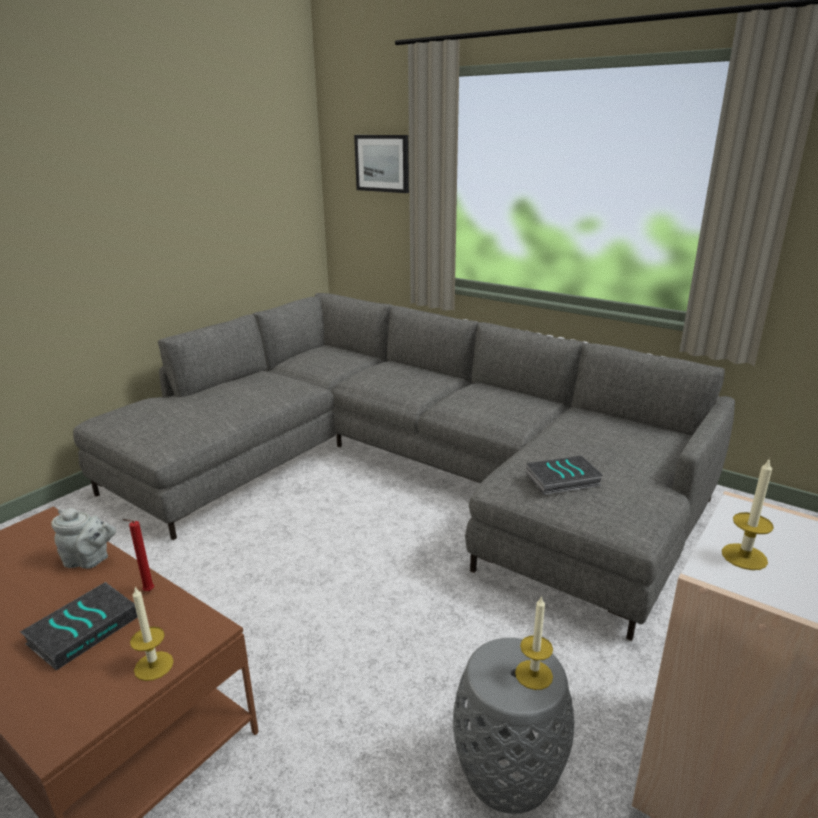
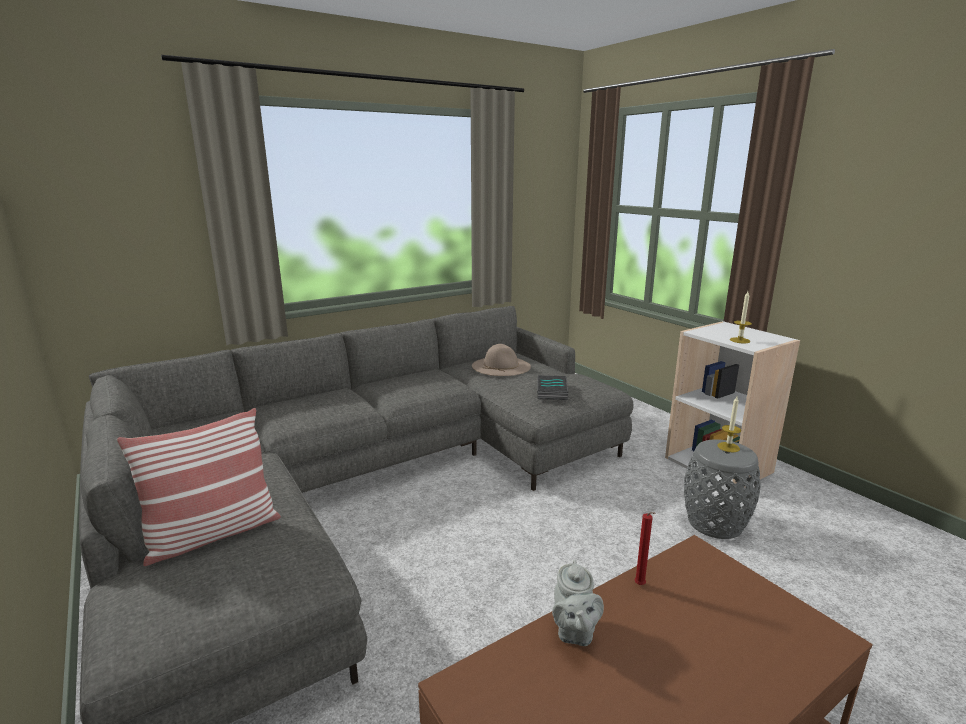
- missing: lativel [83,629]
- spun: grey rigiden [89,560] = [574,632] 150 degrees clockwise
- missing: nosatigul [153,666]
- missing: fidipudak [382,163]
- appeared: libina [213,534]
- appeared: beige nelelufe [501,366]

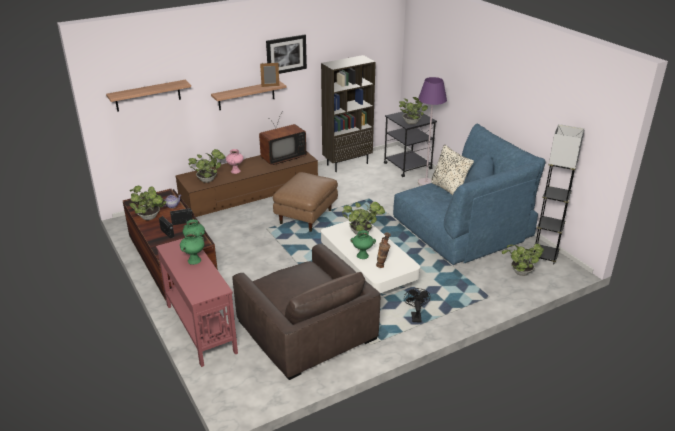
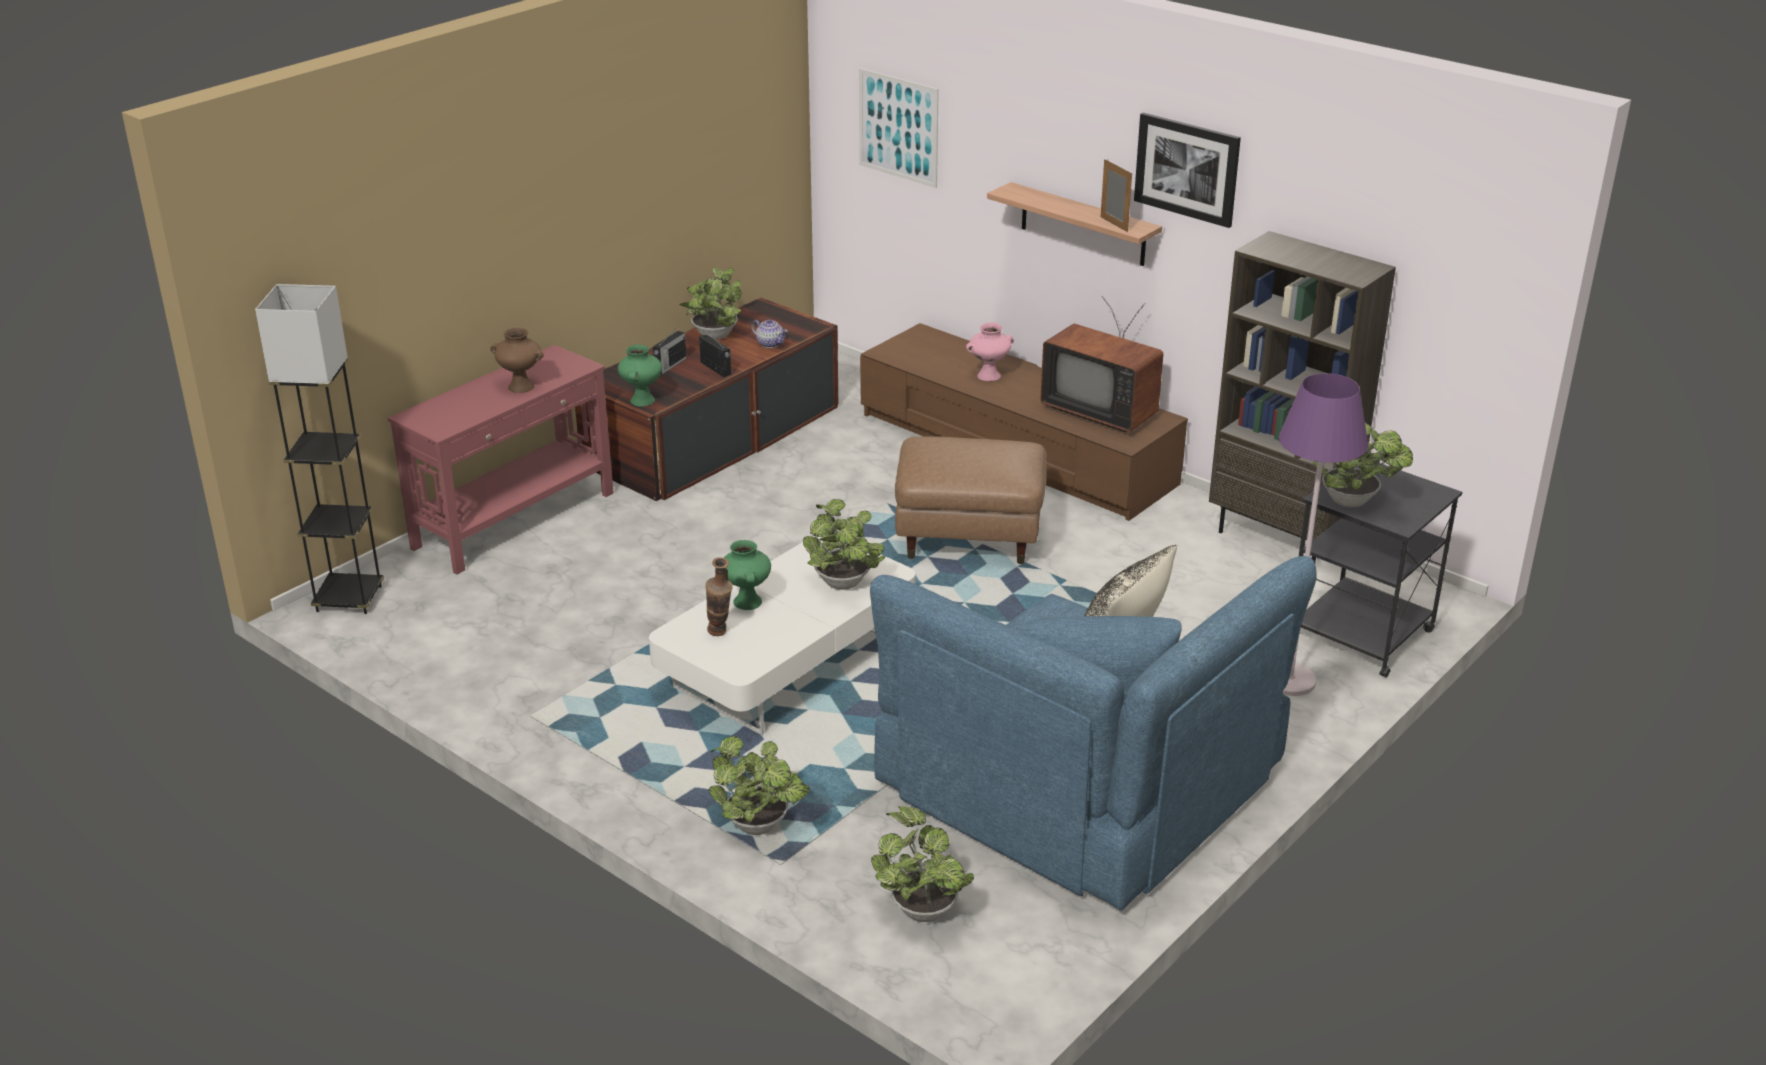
- exchanged: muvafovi [148,95] to fidipudak [898,127]
- colour: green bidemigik [194,260] to brown bidemigik [522,387]
- relocated: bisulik [208,180] to [761,827]
- missing: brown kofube [306,329]
- missing: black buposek [415,316]
- relocated: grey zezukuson [544,256] to [349,599]

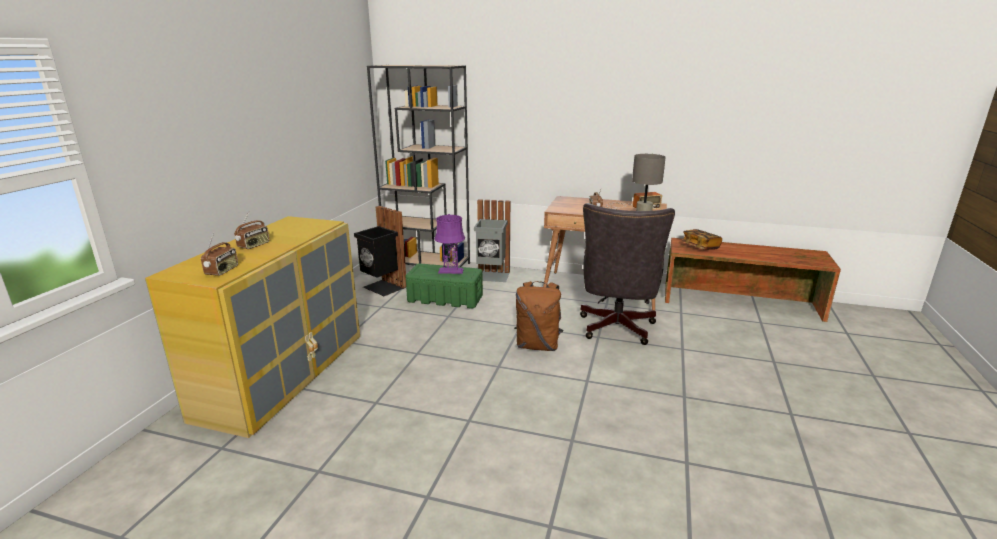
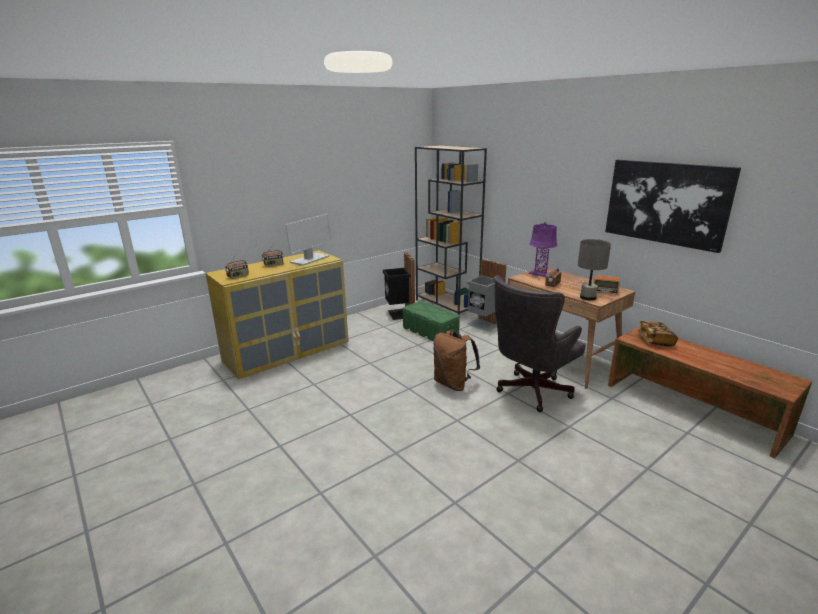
- relocated: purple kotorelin [450,271] to [540,274]
- appeared: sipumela [310,259]
- appeared: fidipudak [666,203]

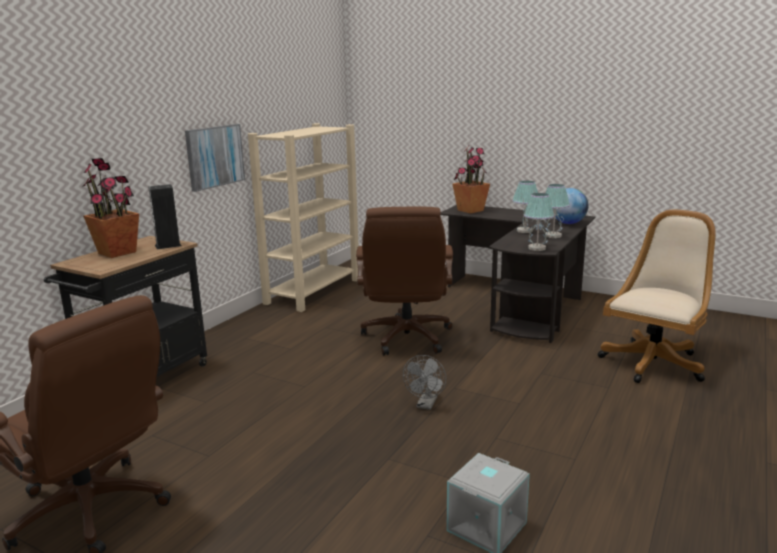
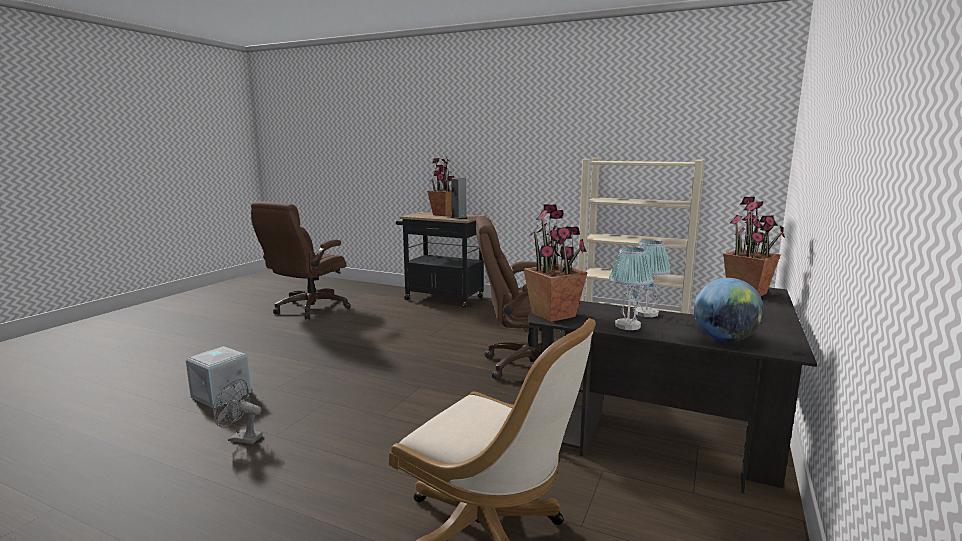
- missing: fidipudak [215,156]
- relocated: grey buposek [426,405] to [240,438]
- exchanged: kotorelin [536,248] to bisulik [554,315]

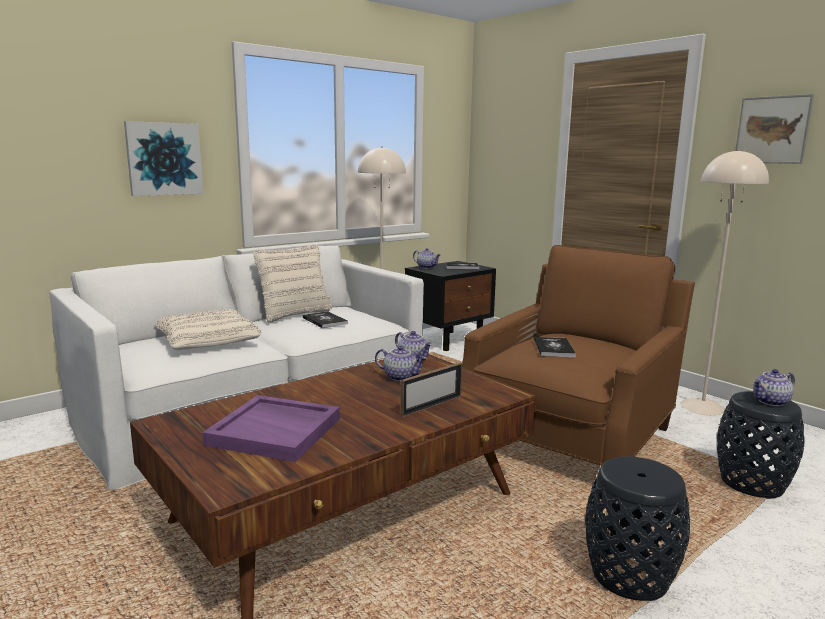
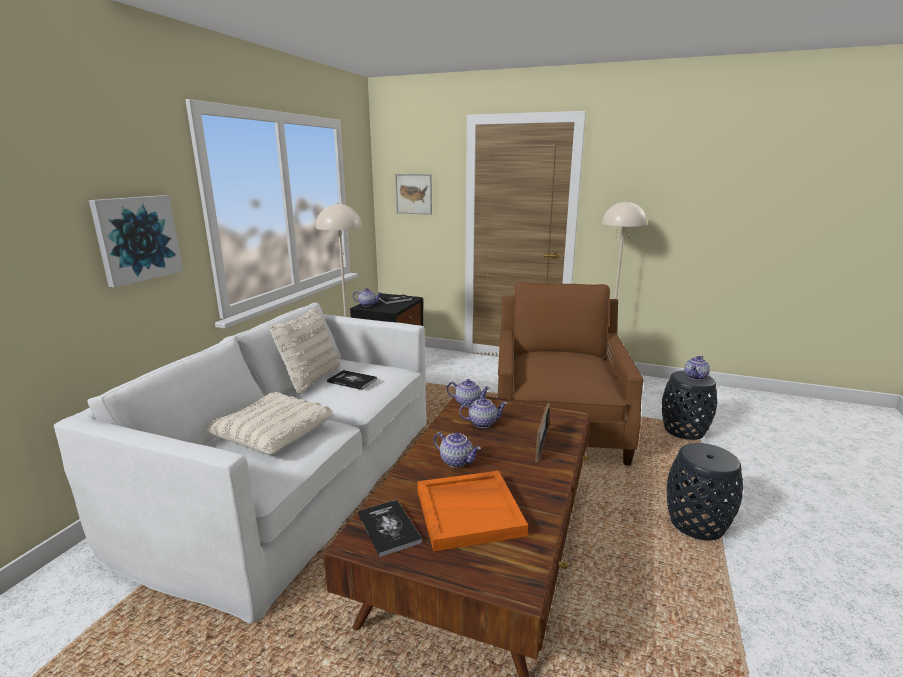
- colour: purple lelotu [276,431] to orange lelotu [469,511]
- relocated: lativel [553,348] to [388,528]
- relocated: fidipudak [772,130] to [414,194]
- appeared: rigiden [457,461]

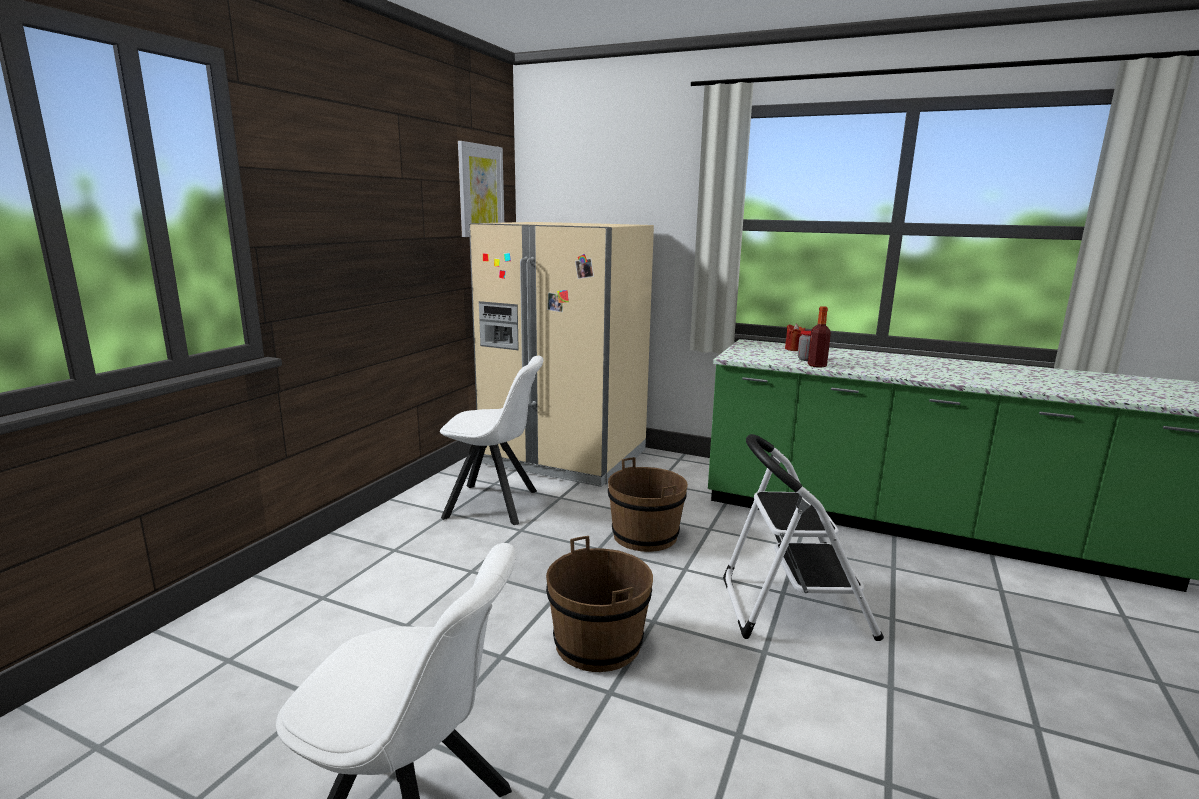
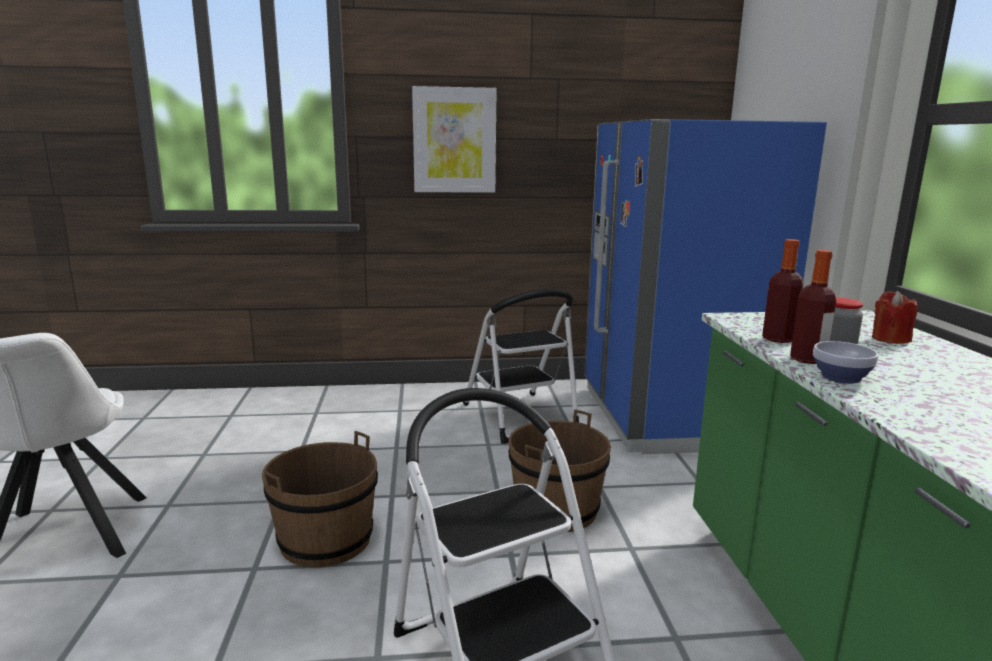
- exchanged: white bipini [494,504] to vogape [520,418]
- relocated: fidipudak [480,191] to [454,140]
- colour: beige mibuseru [565,457] to blue mibuseru [670,416]
- appeared: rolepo [778,339]
- appeared: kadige [842,378]

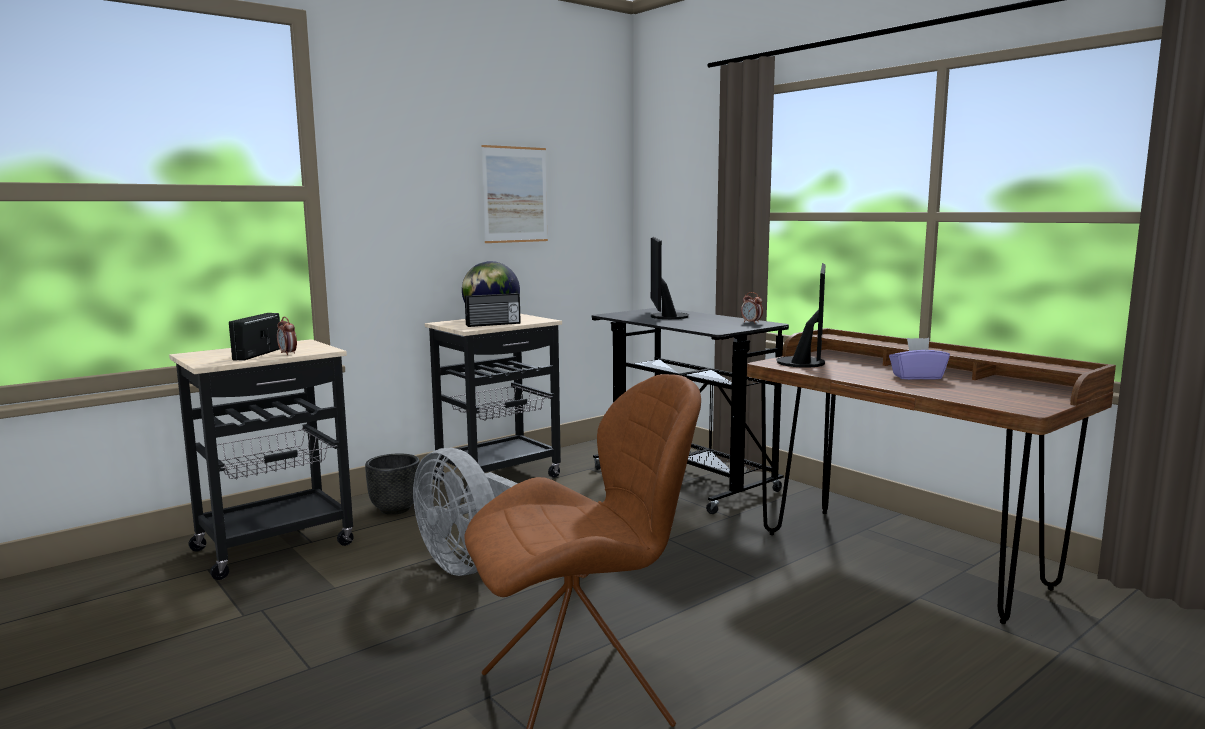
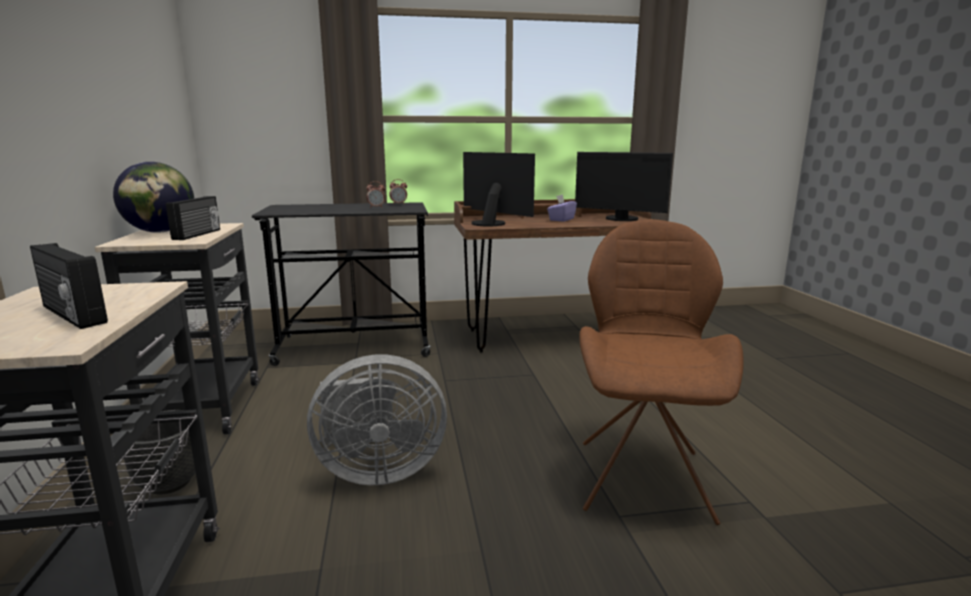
- relocated: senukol [288,353] to [376,207]
- missing: fidipudak [515,194]
- relocated: sipumela [664,316] to [620,219]

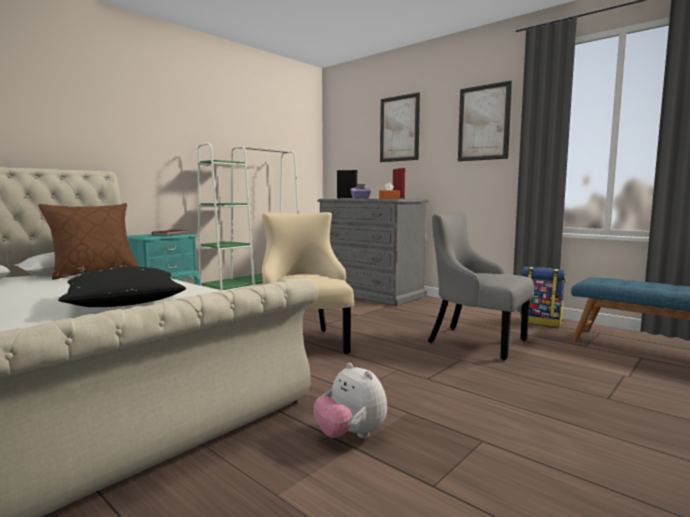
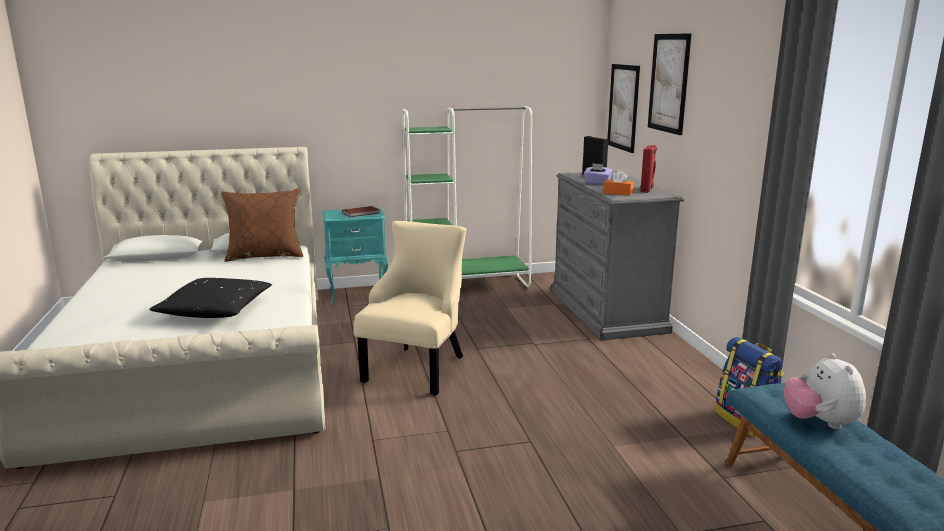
- relocated: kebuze [350,435] to [820,422]
- missing: grey bipini [478,342]
- relocated: fidipudak [483,123] to [623,107]

